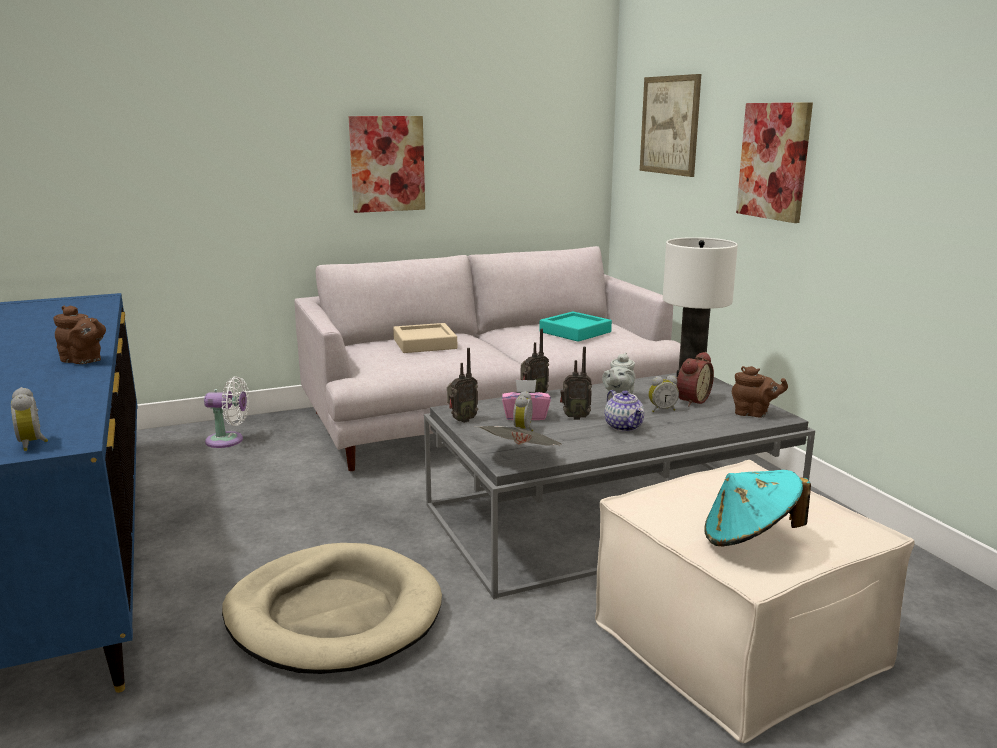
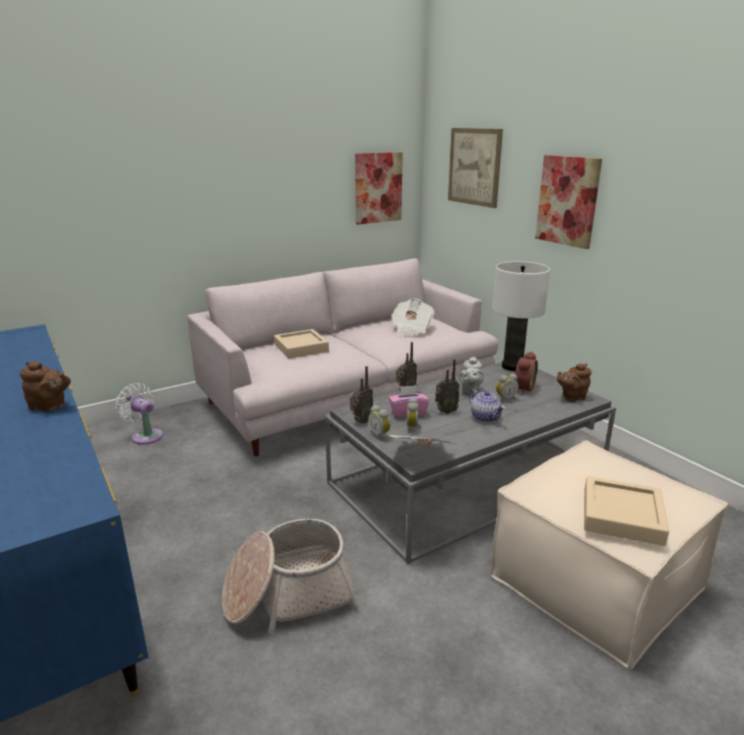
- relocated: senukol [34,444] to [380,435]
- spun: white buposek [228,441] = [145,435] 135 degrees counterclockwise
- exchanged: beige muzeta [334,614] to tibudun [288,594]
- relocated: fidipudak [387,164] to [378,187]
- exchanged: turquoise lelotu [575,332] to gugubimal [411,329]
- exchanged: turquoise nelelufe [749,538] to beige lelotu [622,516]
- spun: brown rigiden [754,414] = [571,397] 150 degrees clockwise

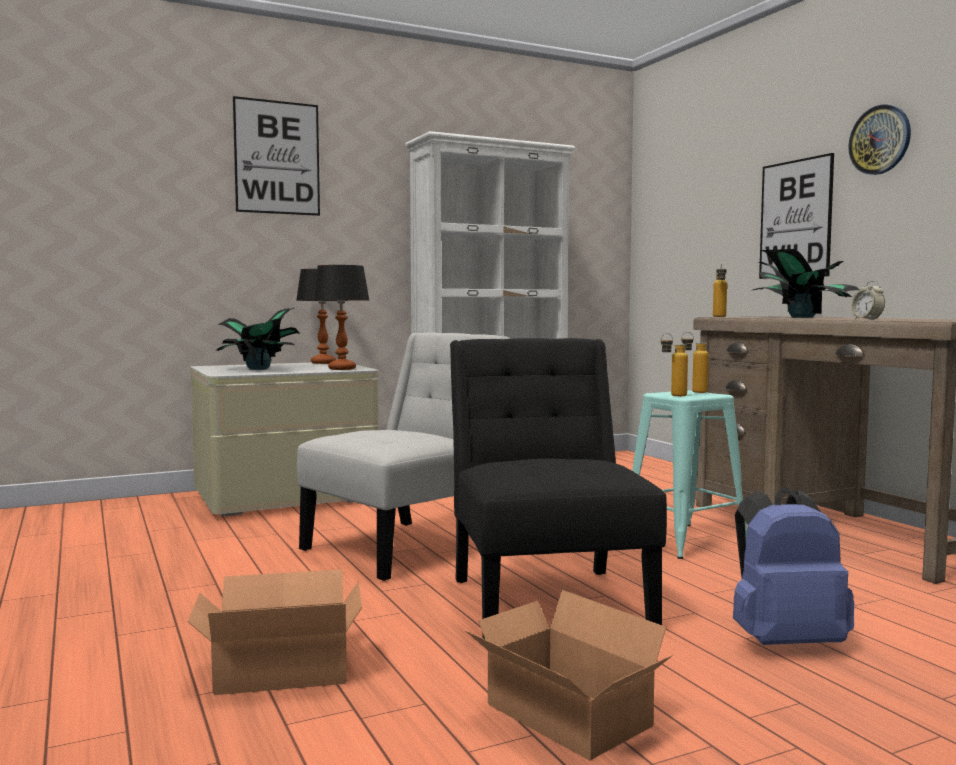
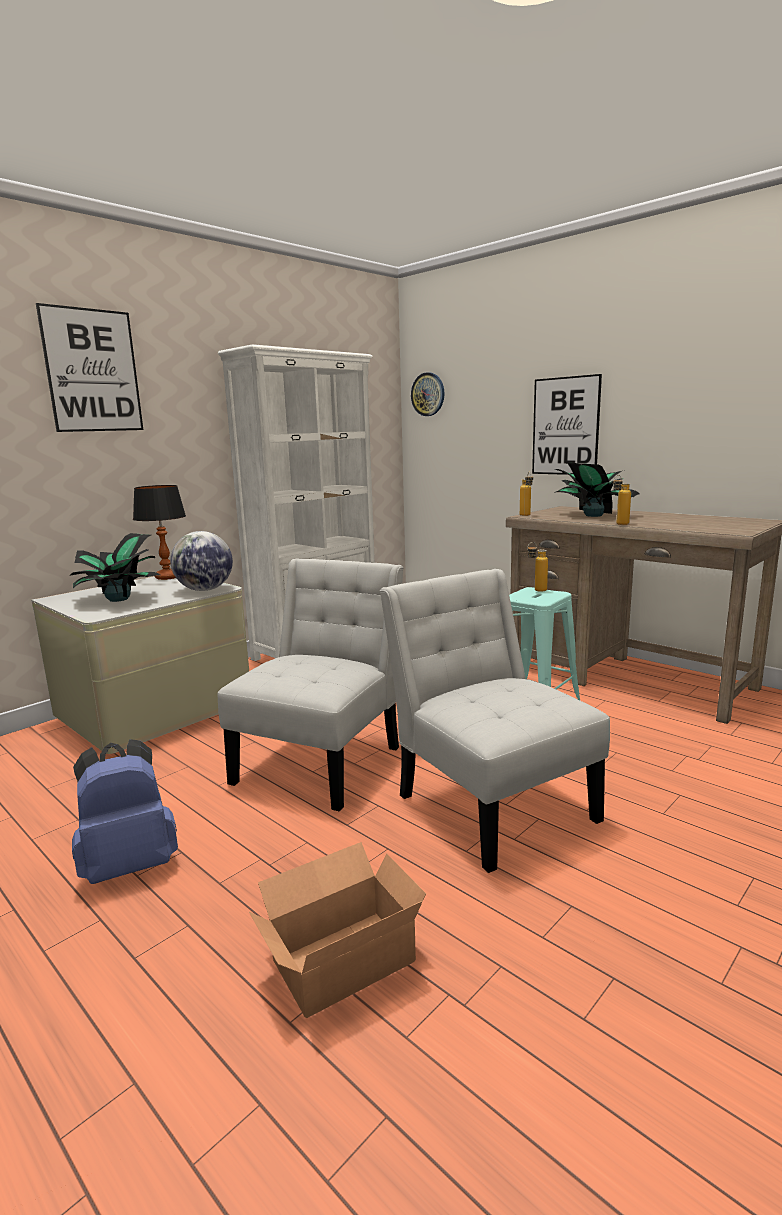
- exchanged: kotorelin [341,369] to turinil [205,590]
- colour: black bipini [547,599] to white bipini [490,802]
- missing: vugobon [566,719]
- relocated: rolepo [672,395] to [619,524]
- relocated: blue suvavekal [784,642] to [130,865]
- relocated: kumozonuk [880,140] to [428,394]
- missing: senukol [867,319]

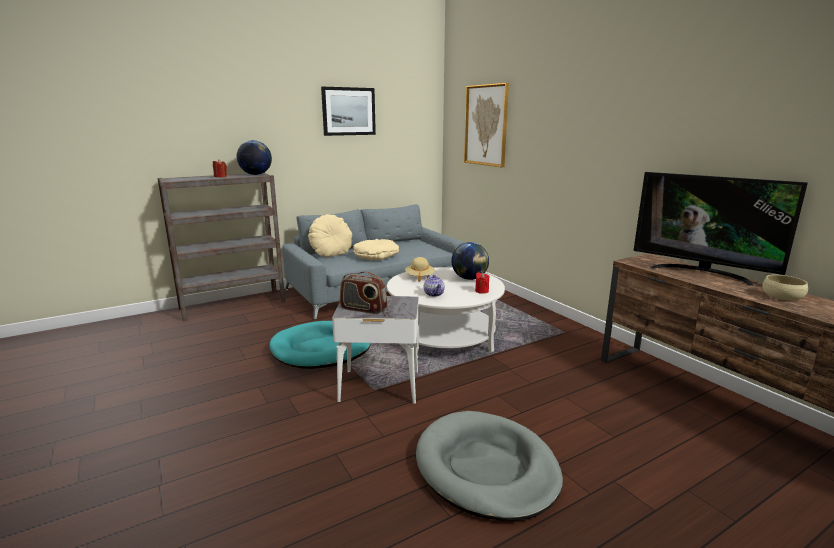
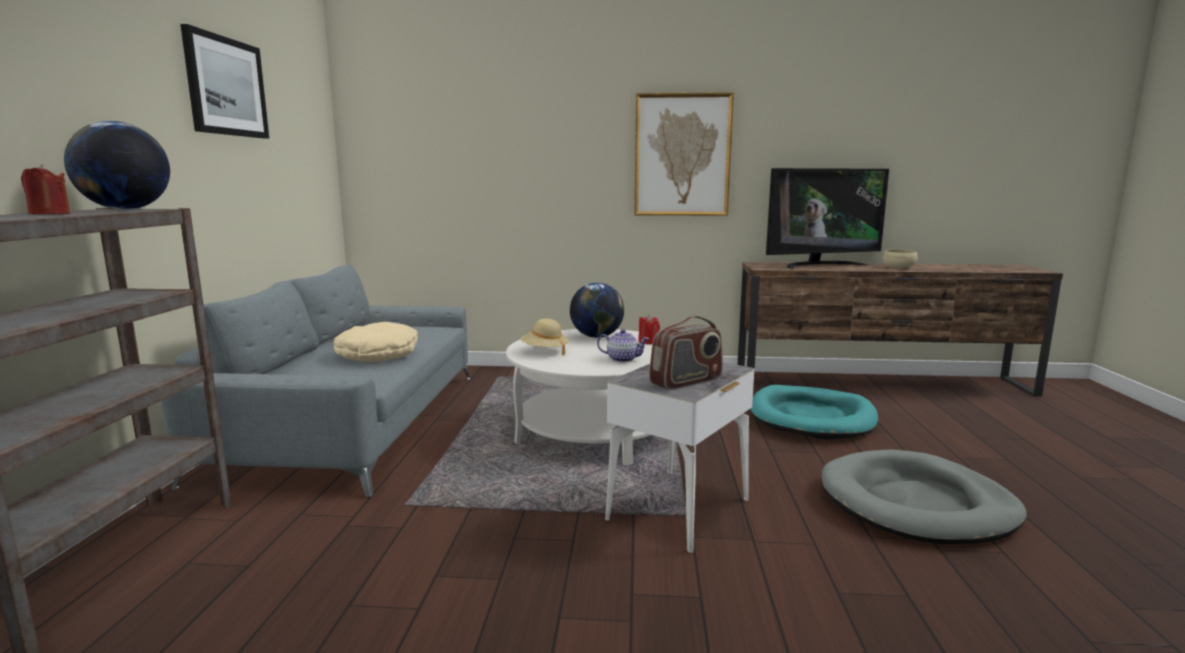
- relocated: turquoise muzeta [321,349] to [811,417]
- missing: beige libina [331,255]
- relocated: fidipudak [486,125] to [682,155]

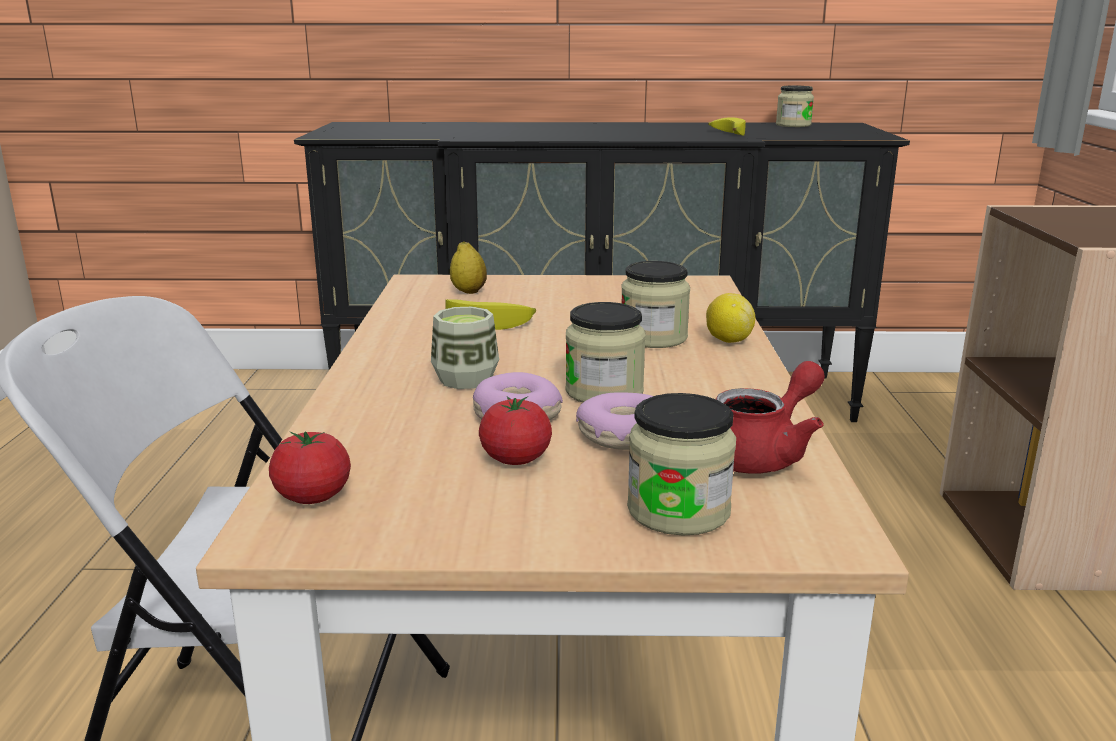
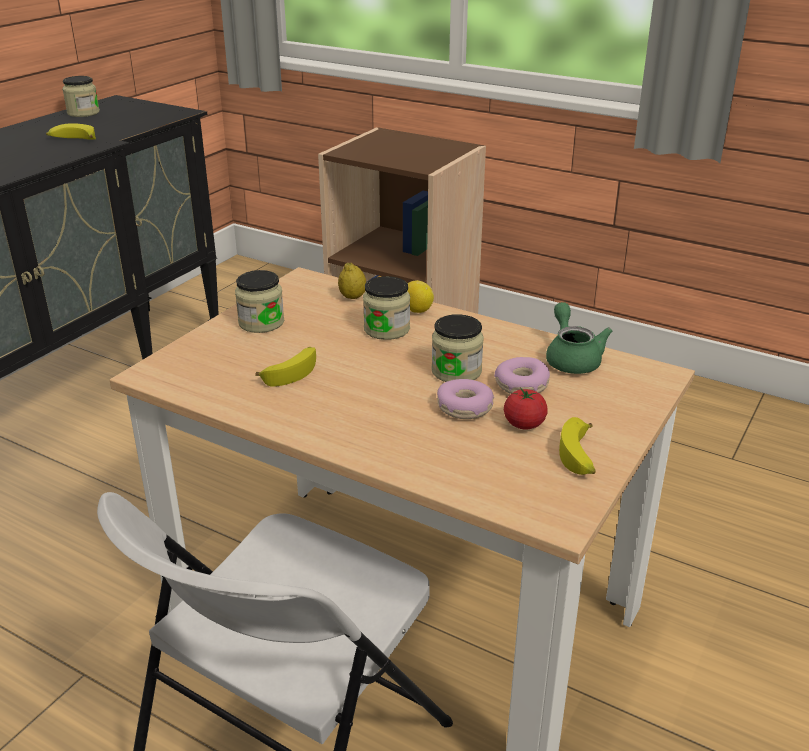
- missing: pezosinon [313,496]
- missing: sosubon [465,379]
- relocated: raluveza [469,292] to [352,297]
- relocated: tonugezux [678,510] to [261,322]
- colour: red rigiden [760,454] to green rigiden [572,358]
- appeared: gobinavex [580,457]

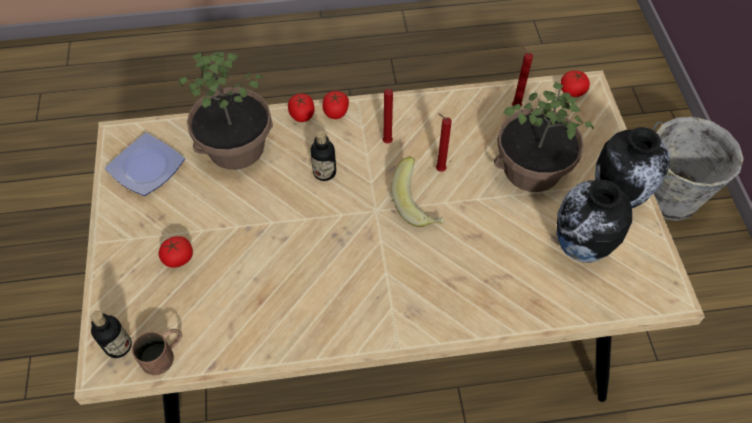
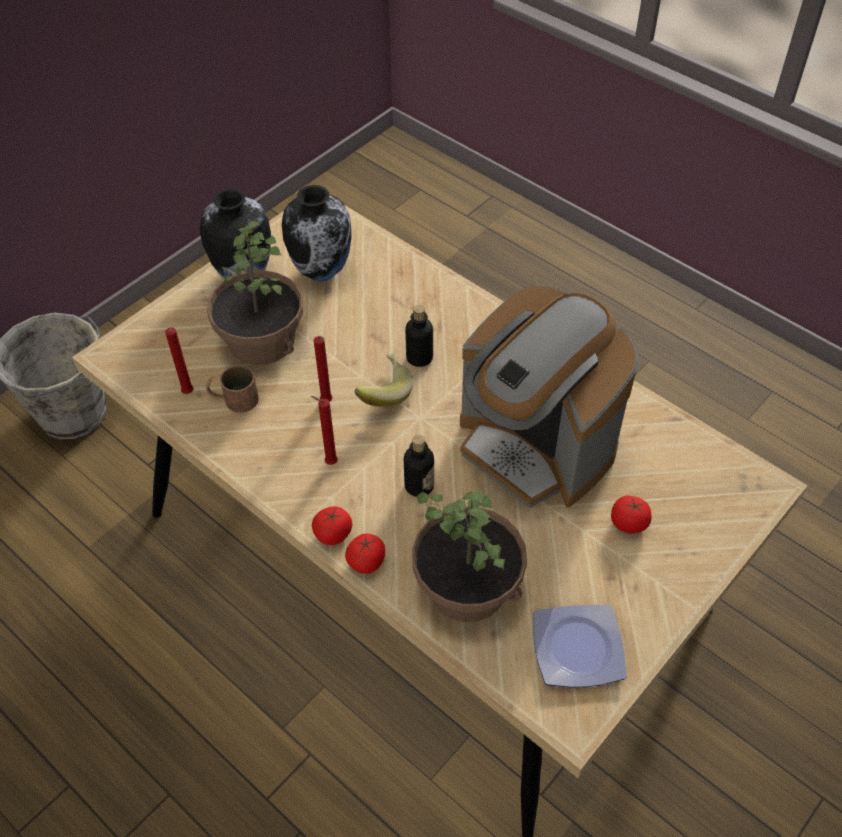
- relocated: rolepo [118,346] to [419,357]
- relocated: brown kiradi [164,354] to [233,399]
- missing: pezosinon [572,91]
- appeared: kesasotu [535,447]

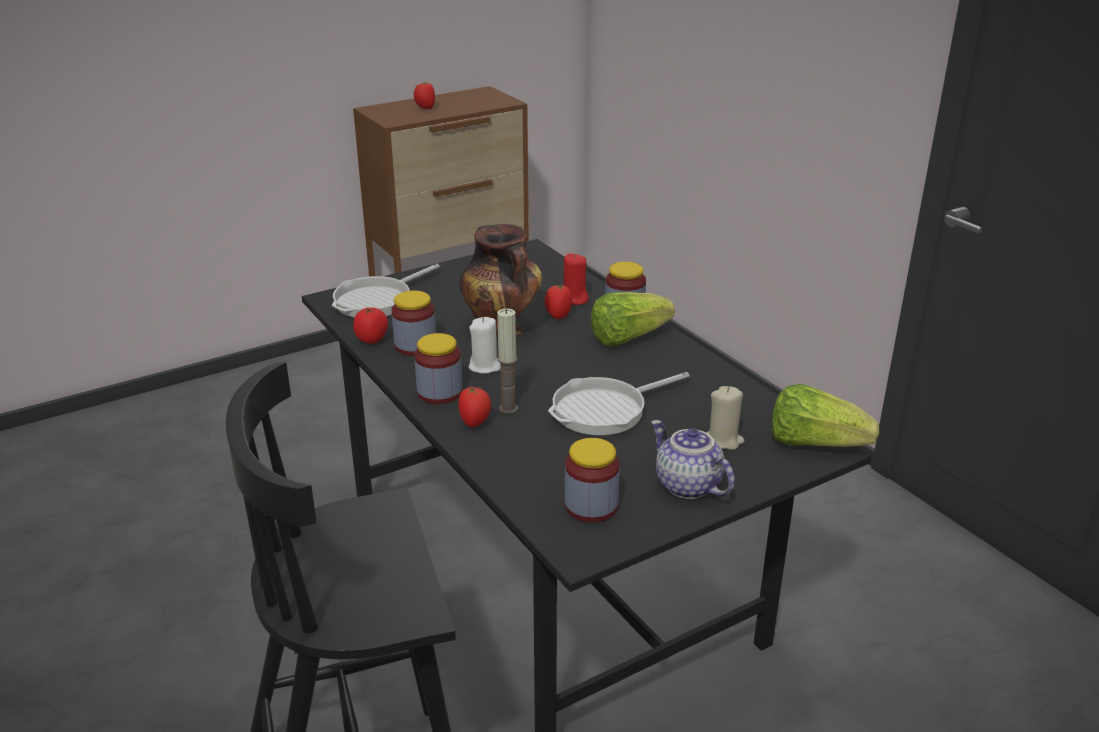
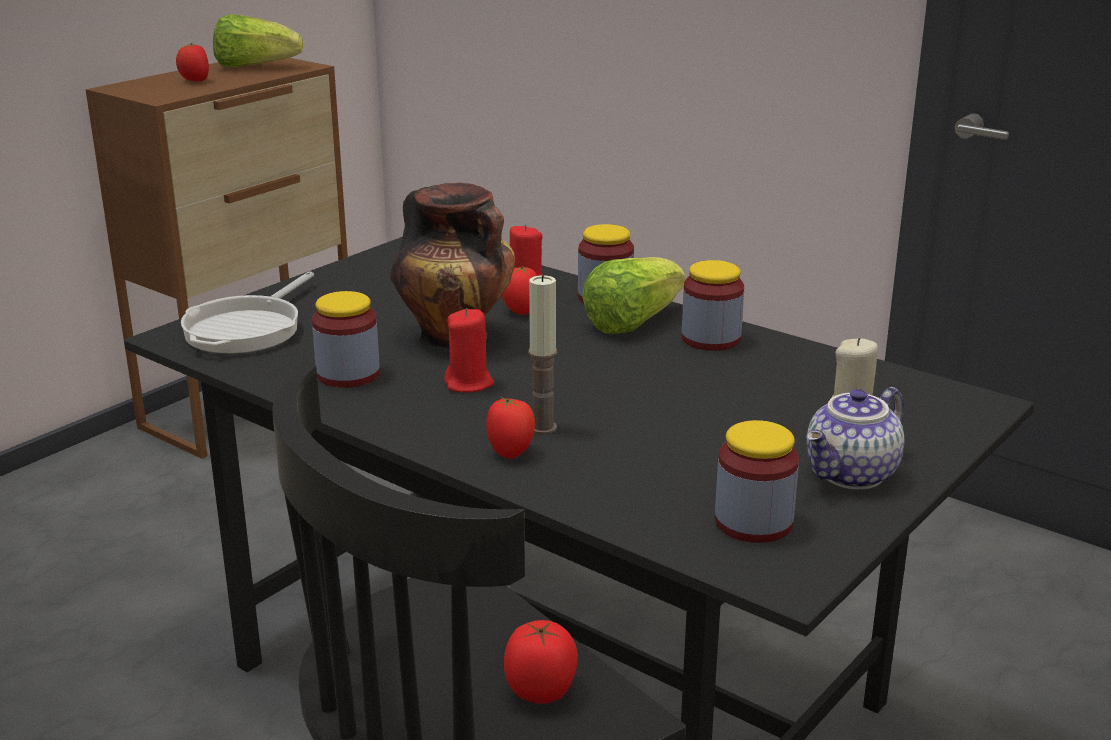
- relocated: pezosinon [372,340] to [541,691]
- relocated: tonugezux [439,392] to [711,339]
- colour: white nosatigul [485,366] to red nosatigul [469,383]
- missing: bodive [605,410]
- spun: rigiden [686,486] = [852,475] 75 degrees counterclockwise
- relocated: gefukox [814,443] to [255,67]

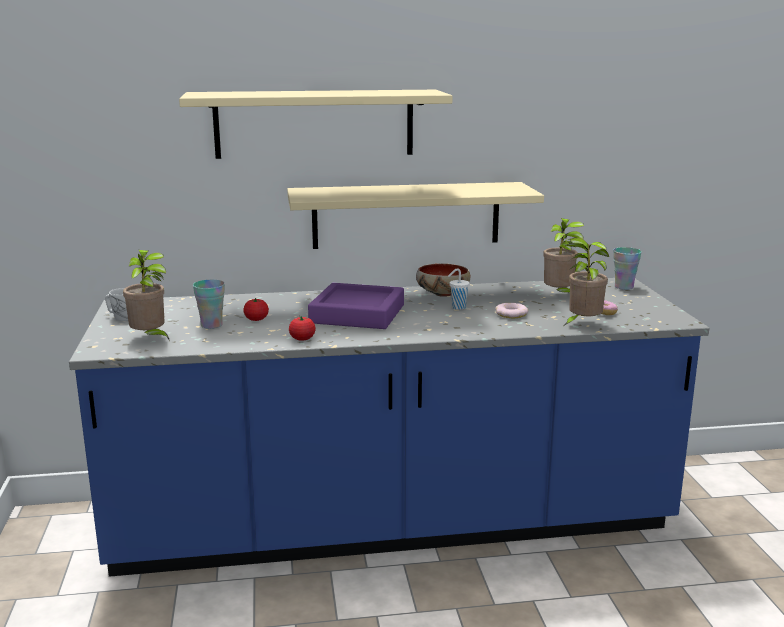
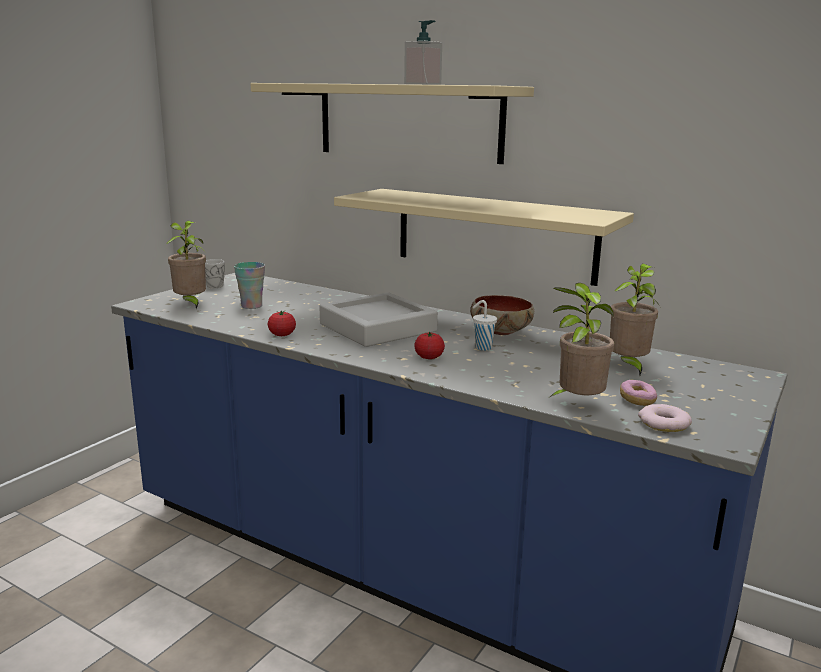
- relocated: pezosinon [256,319] to [429,357]
- colour: purple lelotu [357,314] to grey lelotu [377,328]
- relocated: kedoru [511,314] to [664,423]
- missing: sosubon [624,287]
- appeared: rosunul [422,84]

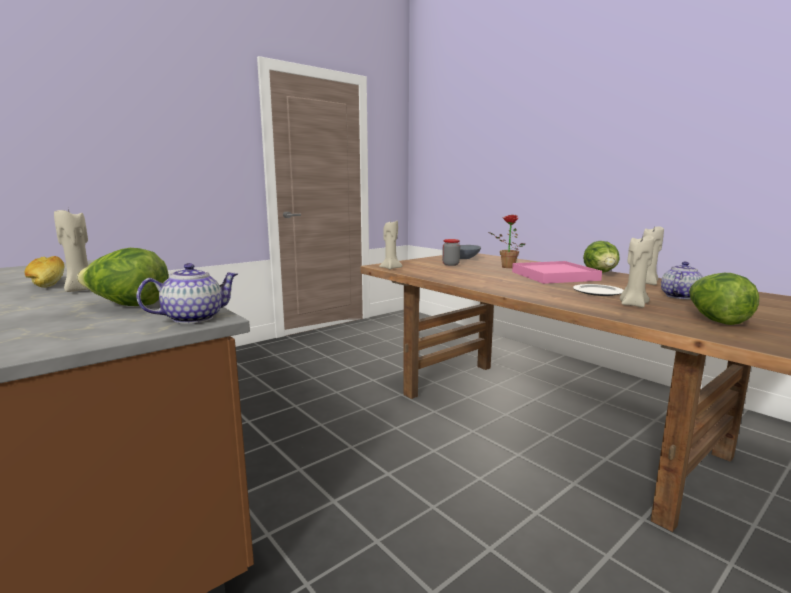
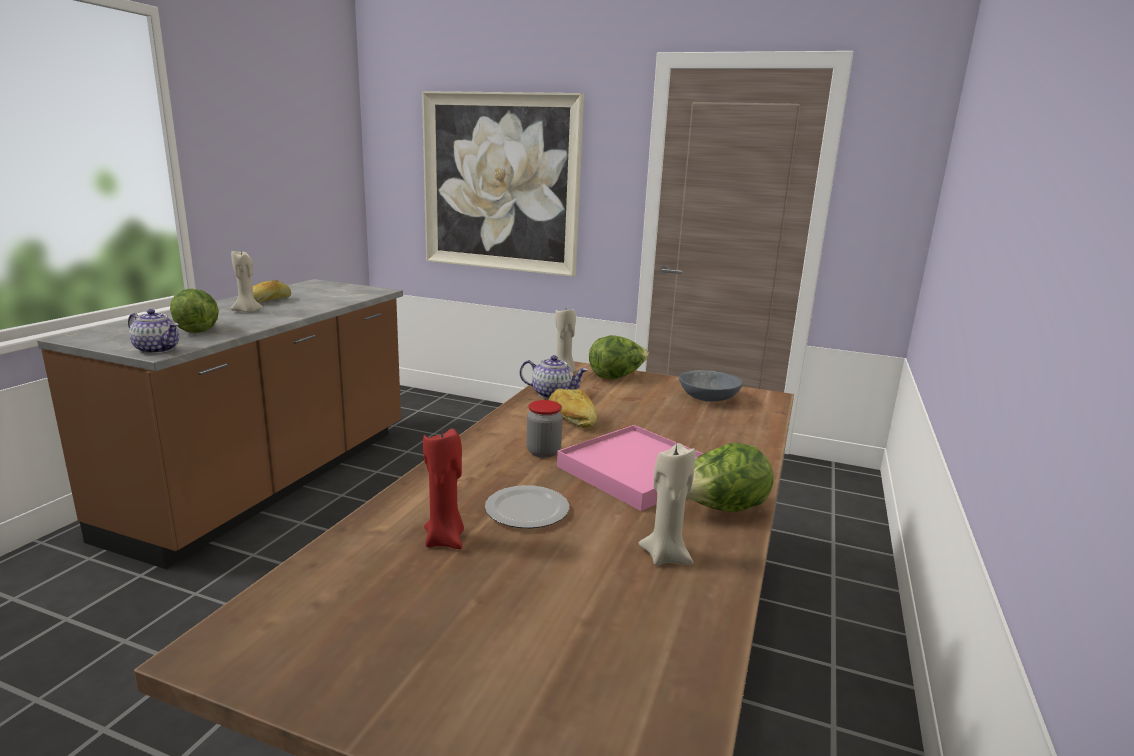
- relocated: tonugezux [450,264] to [543,452]
- missing: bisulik [505,267]
- colour: beige nosatigul [633,305] to red nosatigul [445,540]
- relocated: rigiden [679,296] to [553,394]
- relocated: gefukox [715,320] to [616,377]
- appeared: fidipudak [500,183]
- appeared: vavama [571,419]

